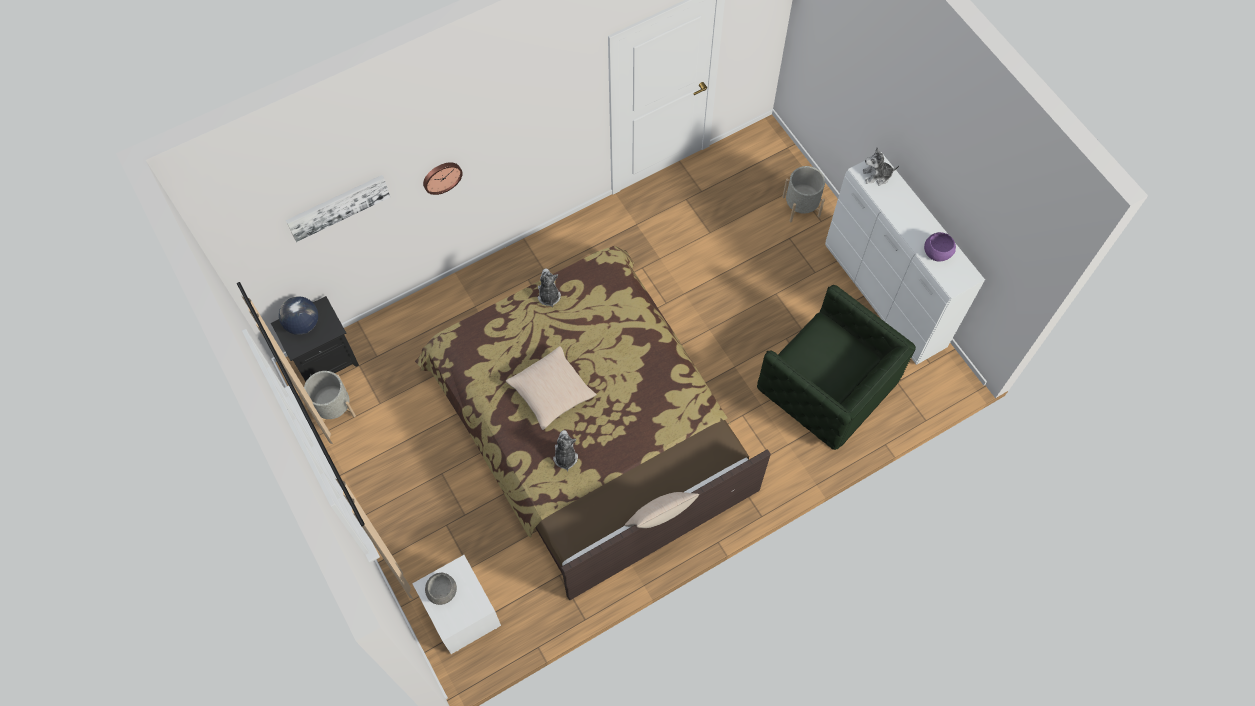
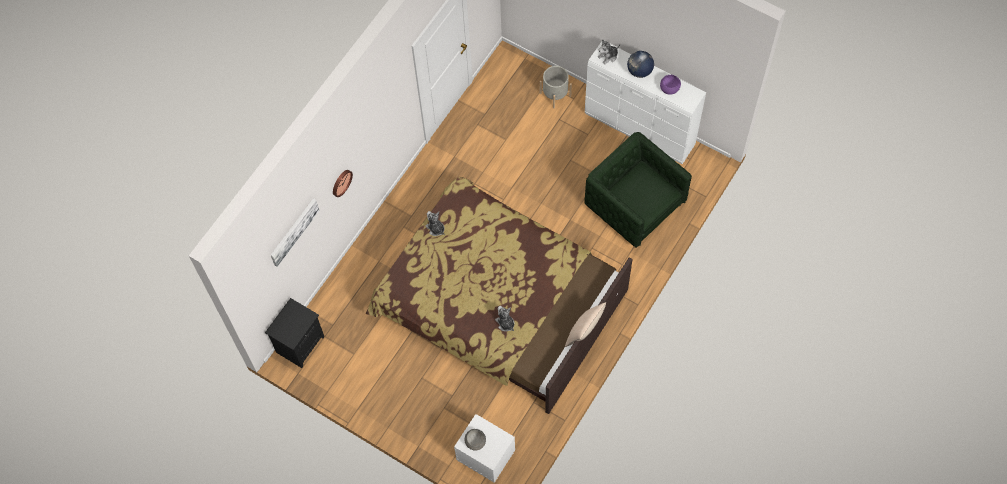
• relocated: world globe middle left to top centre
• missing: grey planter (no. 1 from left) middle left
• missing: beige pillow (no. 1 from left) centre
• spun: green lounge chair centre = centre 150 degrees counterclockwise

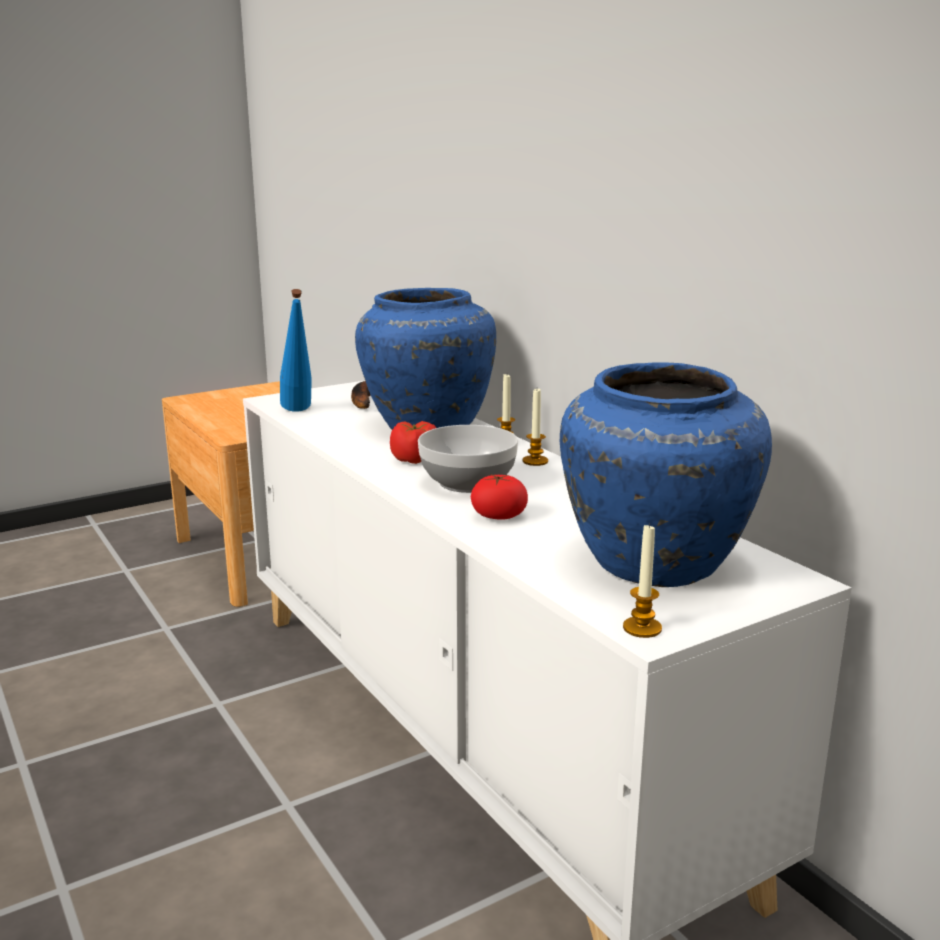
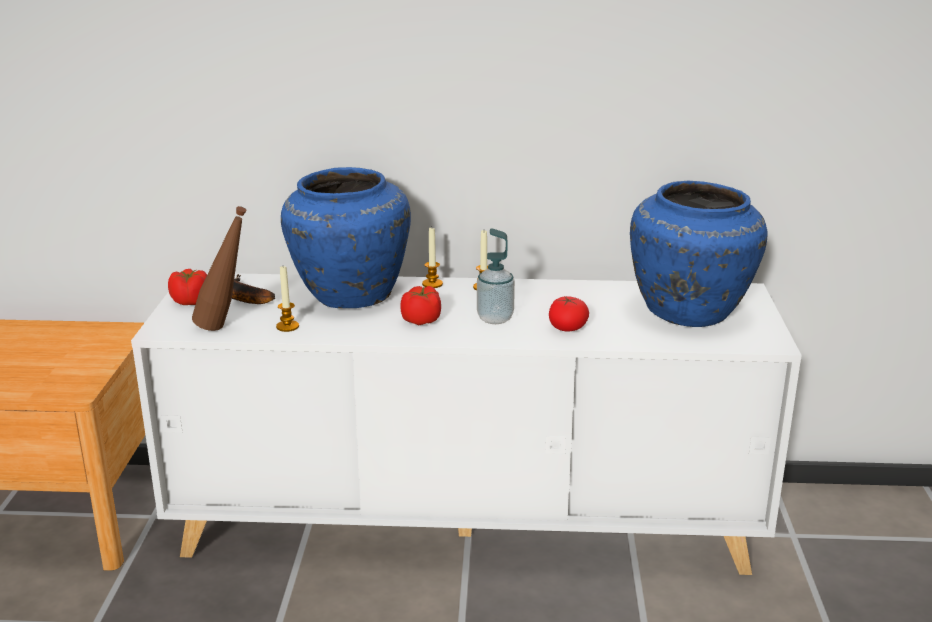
• colour: blue-coloured bottle middle left to brownish bottle middle left
• exchanged: serving bowl centre to soap bottle centre
• relocated: candle (no. 3 from left in the first image) middle right to candle (no. 1 from left) middle left
• appeared: fresh tomato (no. 1 from left) middle left

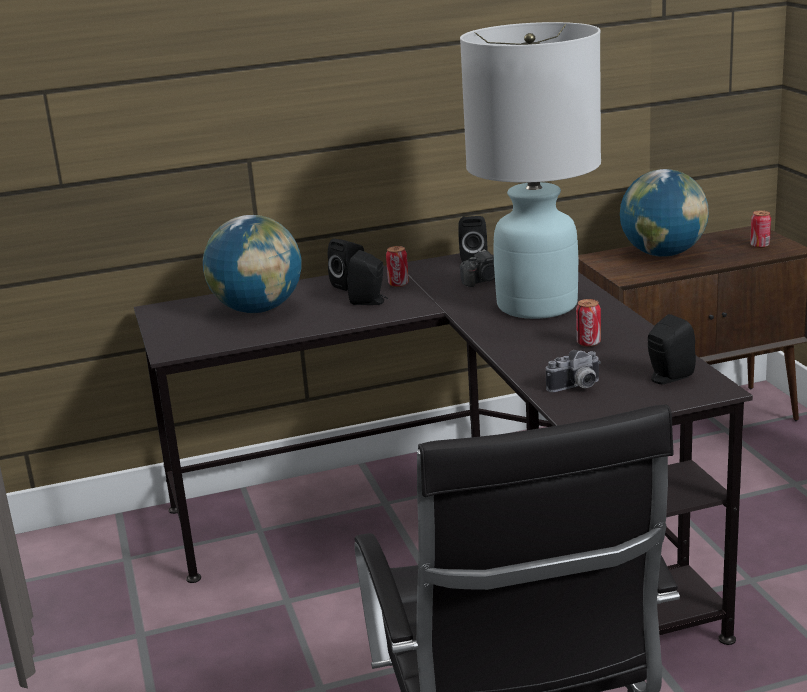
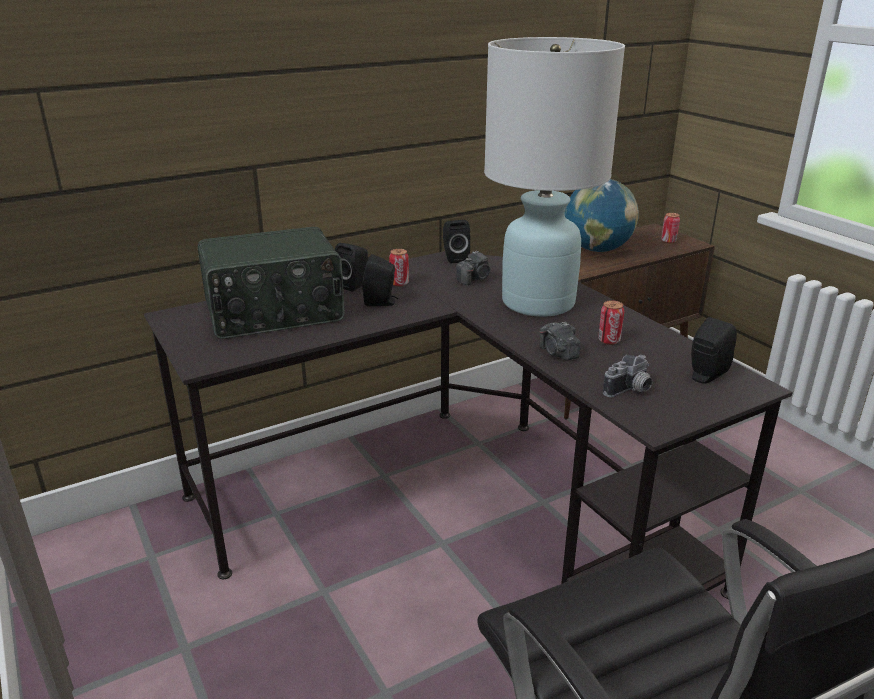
• exchanged: world globe (no. 1 from left) middle left to radio middle left
• appeared: still camera (no. 2 from left) centre

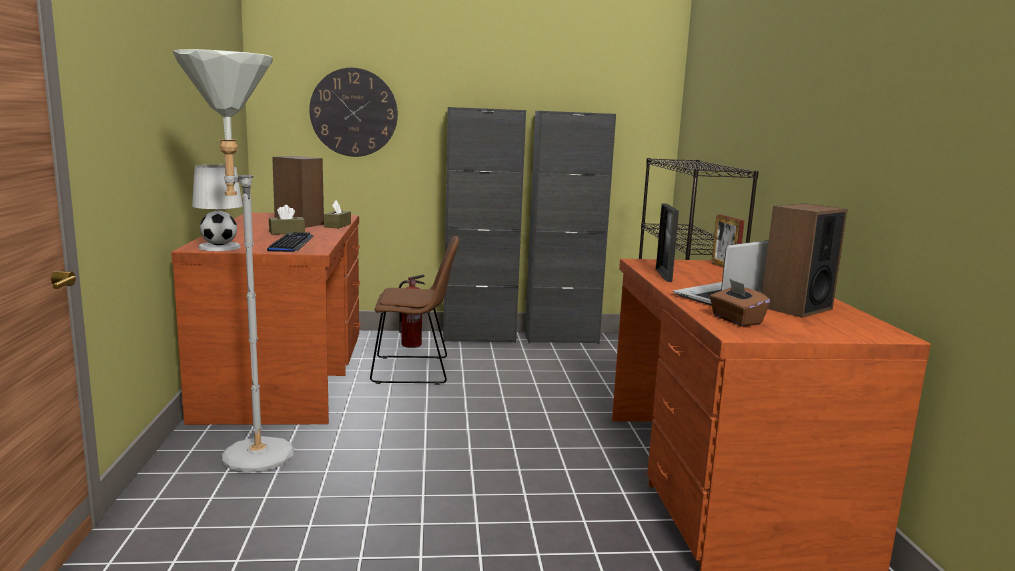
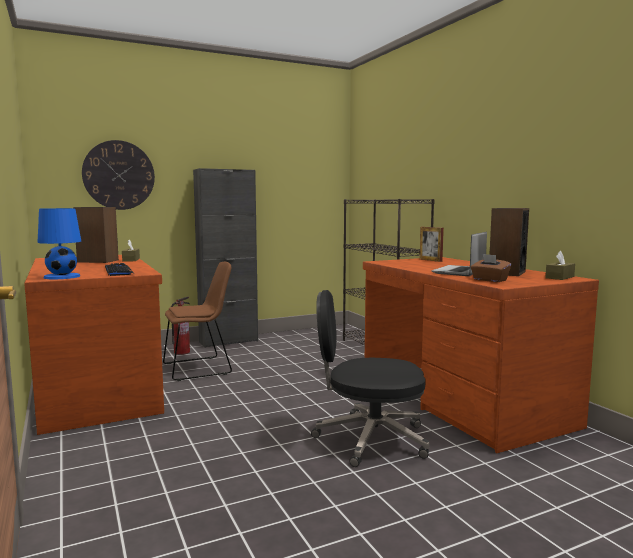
• missing: grey standard lamp middle left
• colour: white-coloured lamp for a table middle left to blue-coloured lamp for a table middle left
• relocated: brownish tissue box (no. 1 from left in the first image) middle left to brownish tissue box (no. 3 from left) middle right
• missing: black-coloured storage cabinet (no. 2 from left) centre
• missing: photo frame (no. 1 from left) centre
• appeared: black-coloured computer chair bottom centre

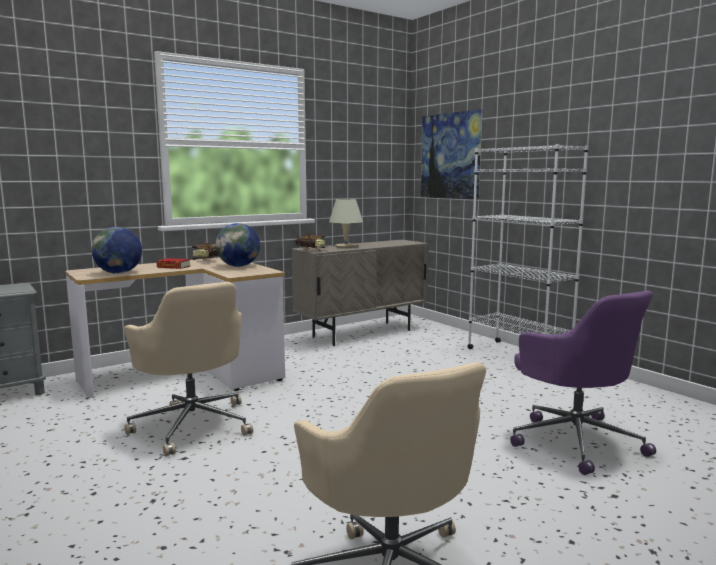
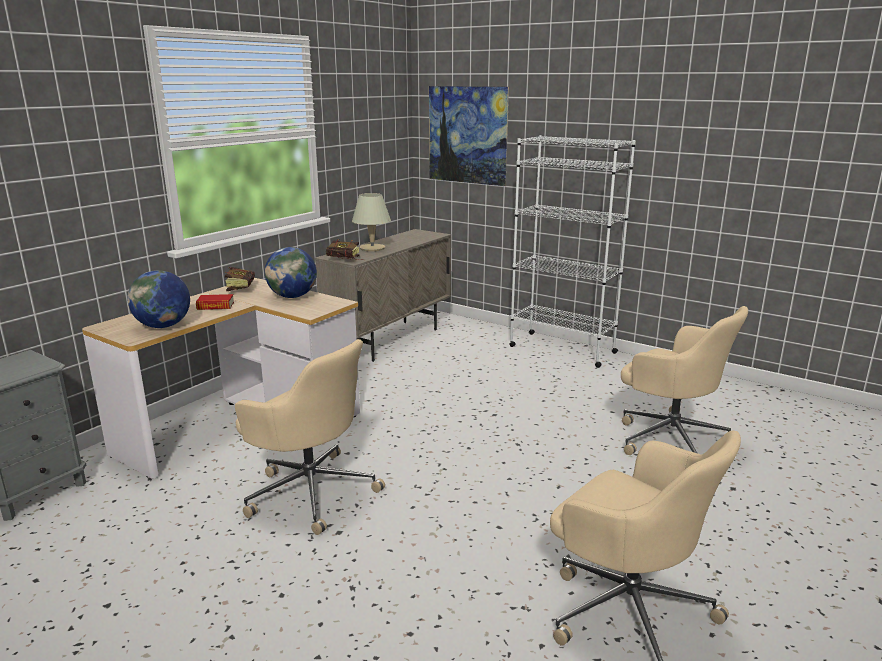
• colour: purple computer chair bottom right to beige computer chair (no. 3 from left) middle right

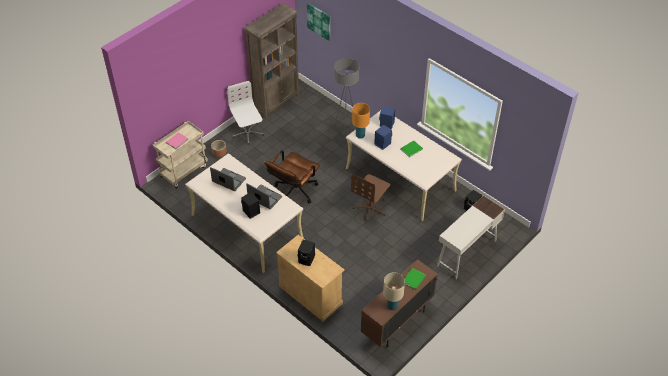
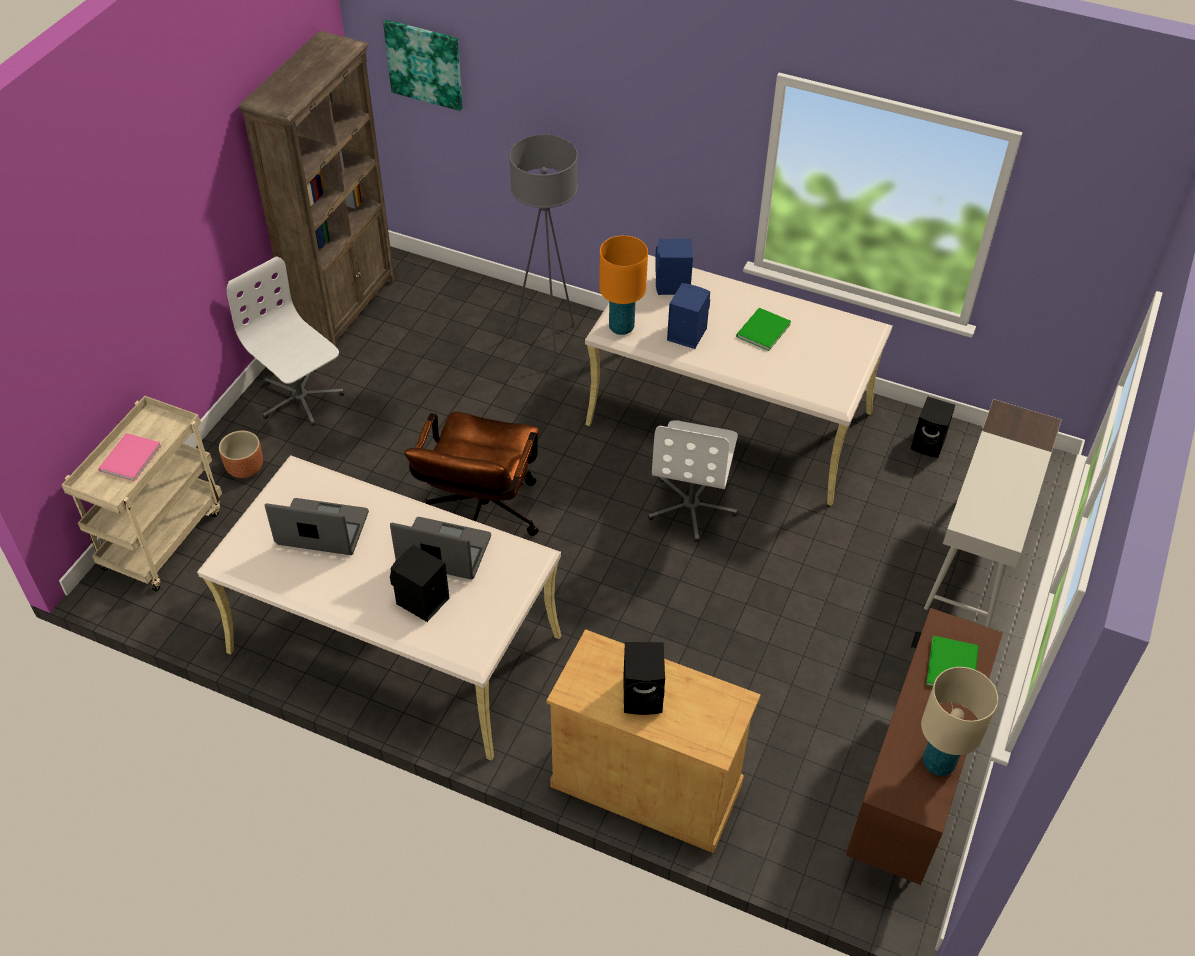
• colour: brownish computer chair (no. 2 from left) centre to white-coloured computer chair (no. 2 from left) centre

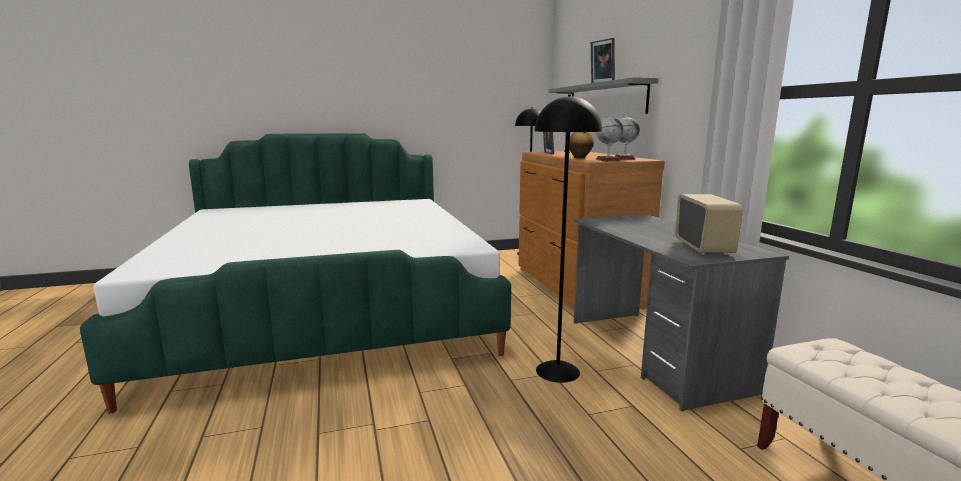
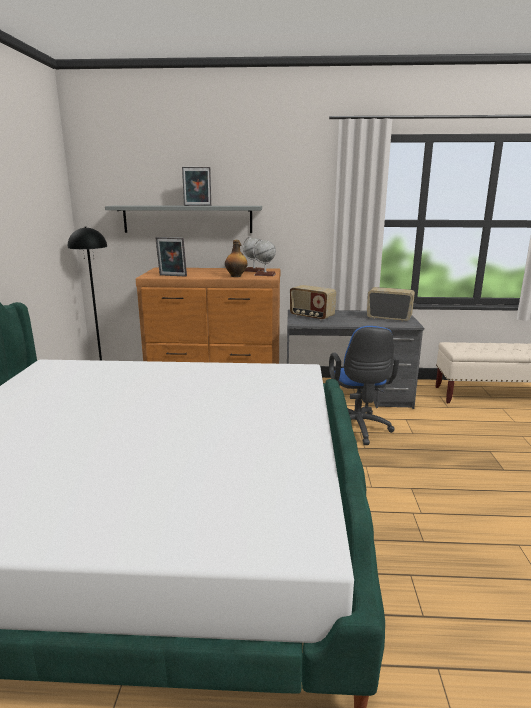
• exchanged: black-coloured standard lamp (no. 2 from left) centre to blue-coloured computer chair middle right
• appeared: radio (no. 1 from left) centre

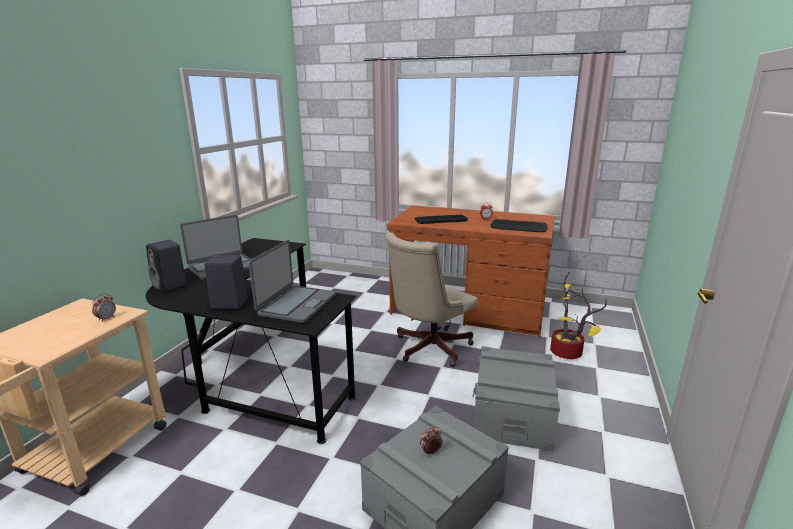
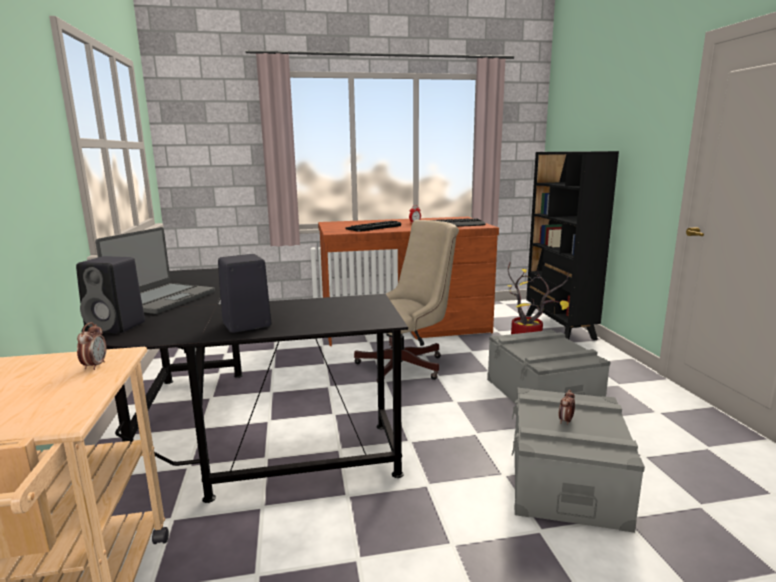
• missing: laptop (no. 2 from left) centre
• spun: beige computer chair centre = centre 135 degrees counterclockwise
• appeared: black-coloured bookcase middle right

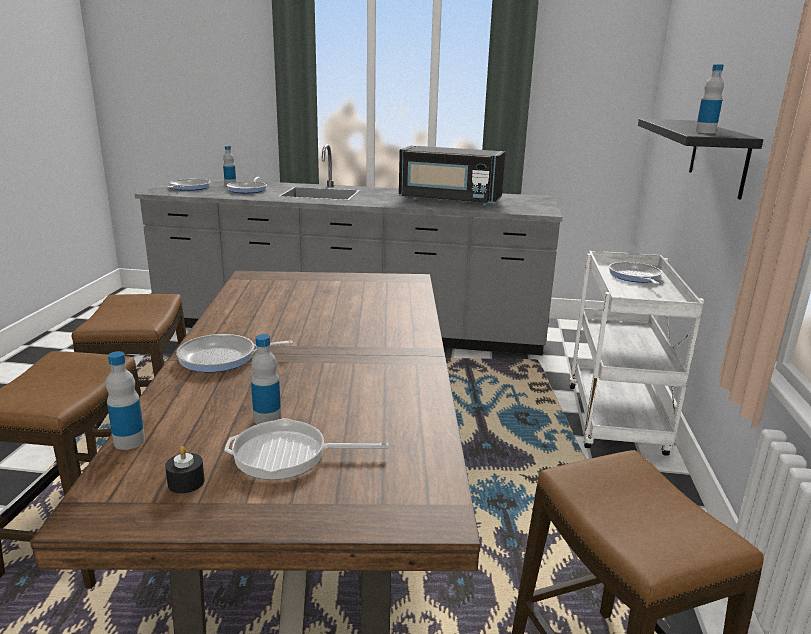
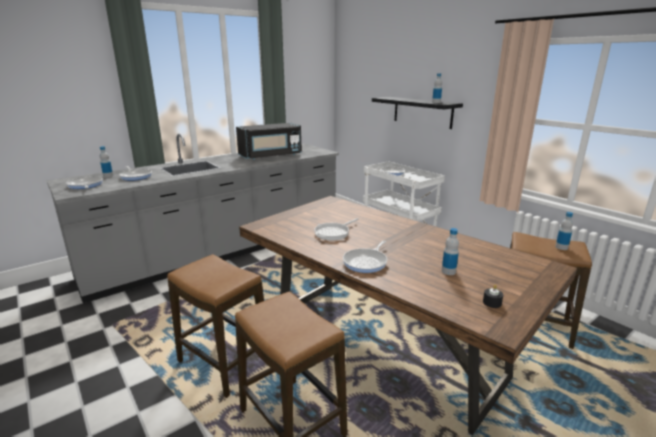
• relocated: bottle (no. 1 from left in the first image) middle left to bottle (no. 4 from left) middle right
• relocated: pan (no. 4 from left in the first image) bottom centre to pan (no. 3 from left) centre

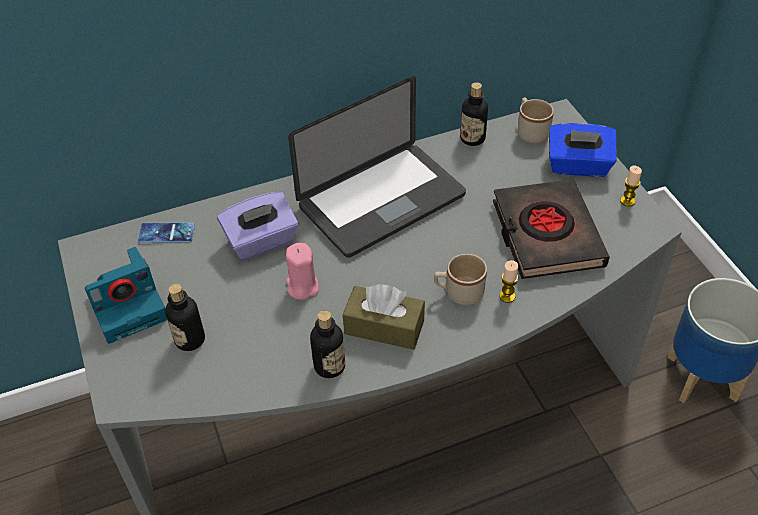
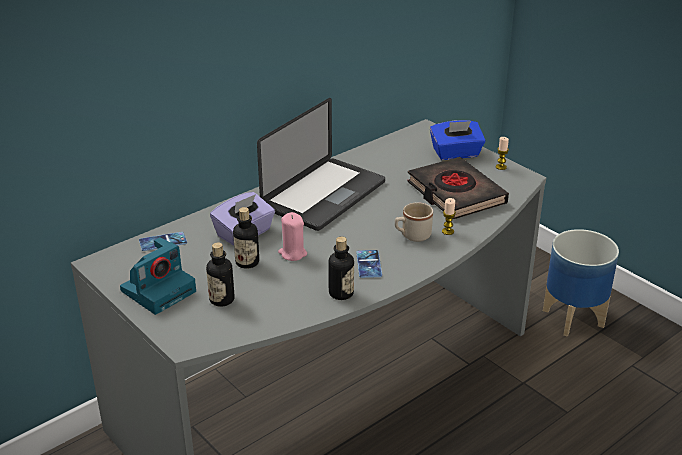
• exchanged: brownish tissue box centre to phone (no. 2 from left) centre
• relocated: bottle (no. 3 from left in the first image) top centre to bottle (no. 2 from left) centre
• missing: beige mug (no. 2 from left) top right

